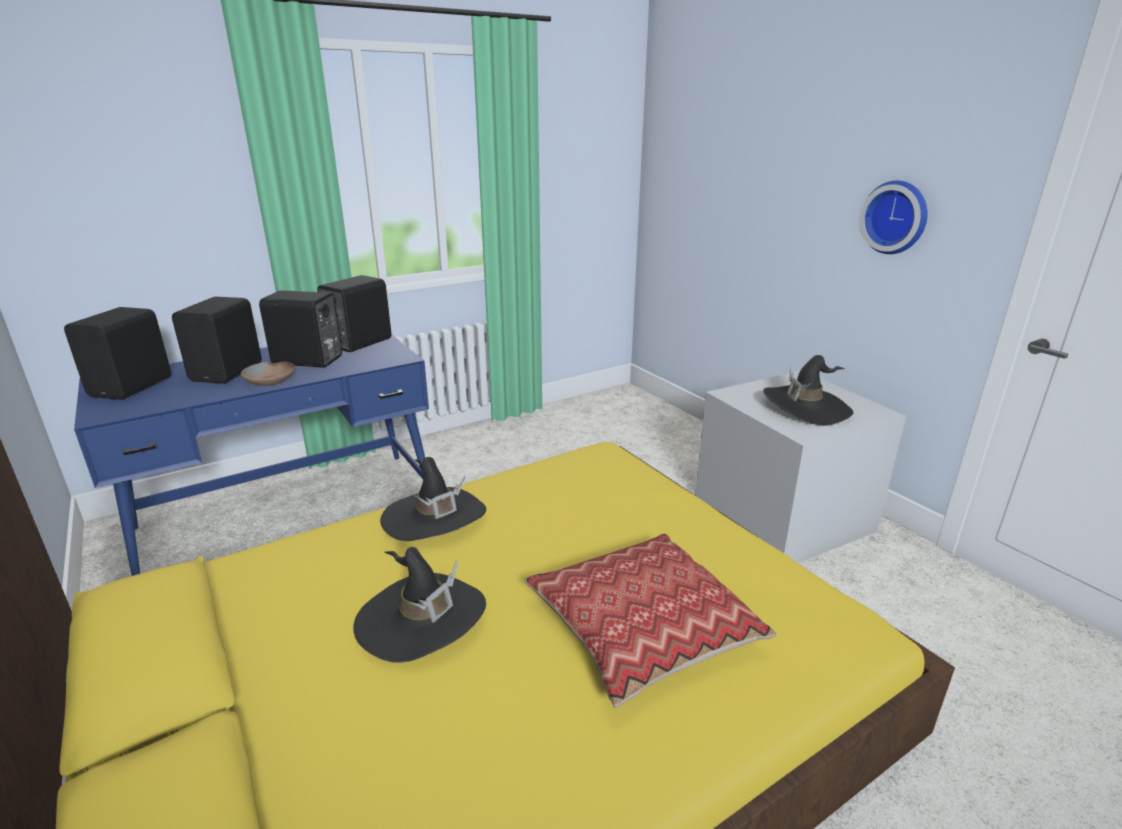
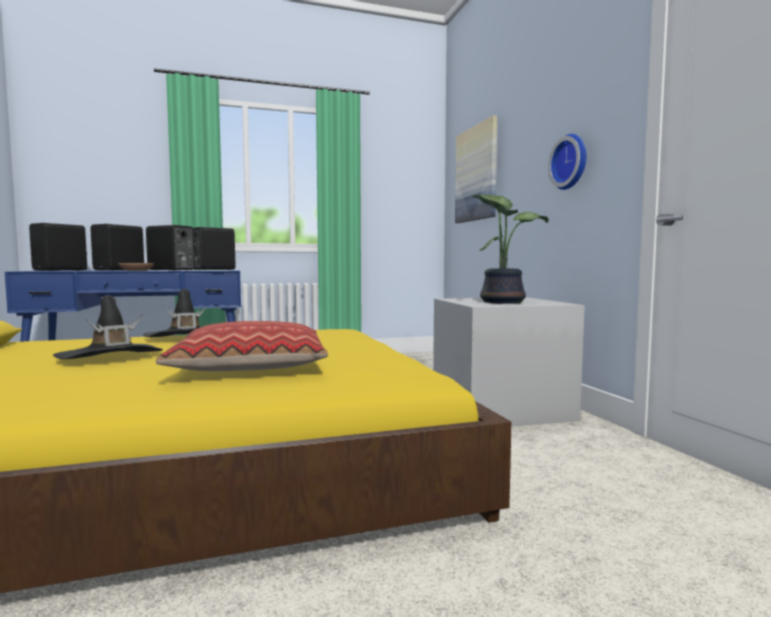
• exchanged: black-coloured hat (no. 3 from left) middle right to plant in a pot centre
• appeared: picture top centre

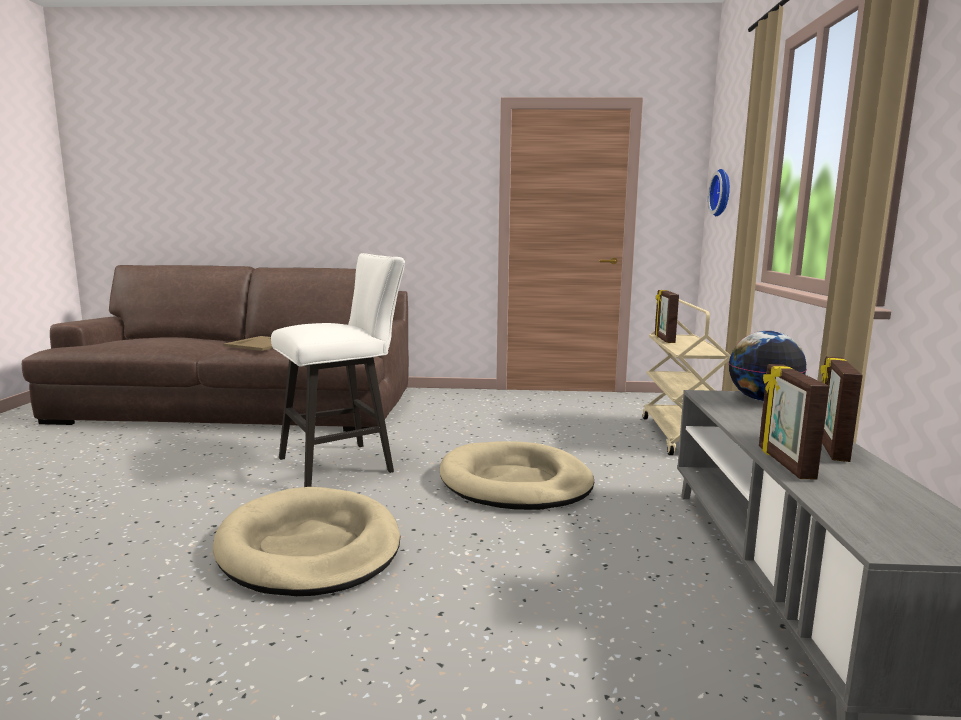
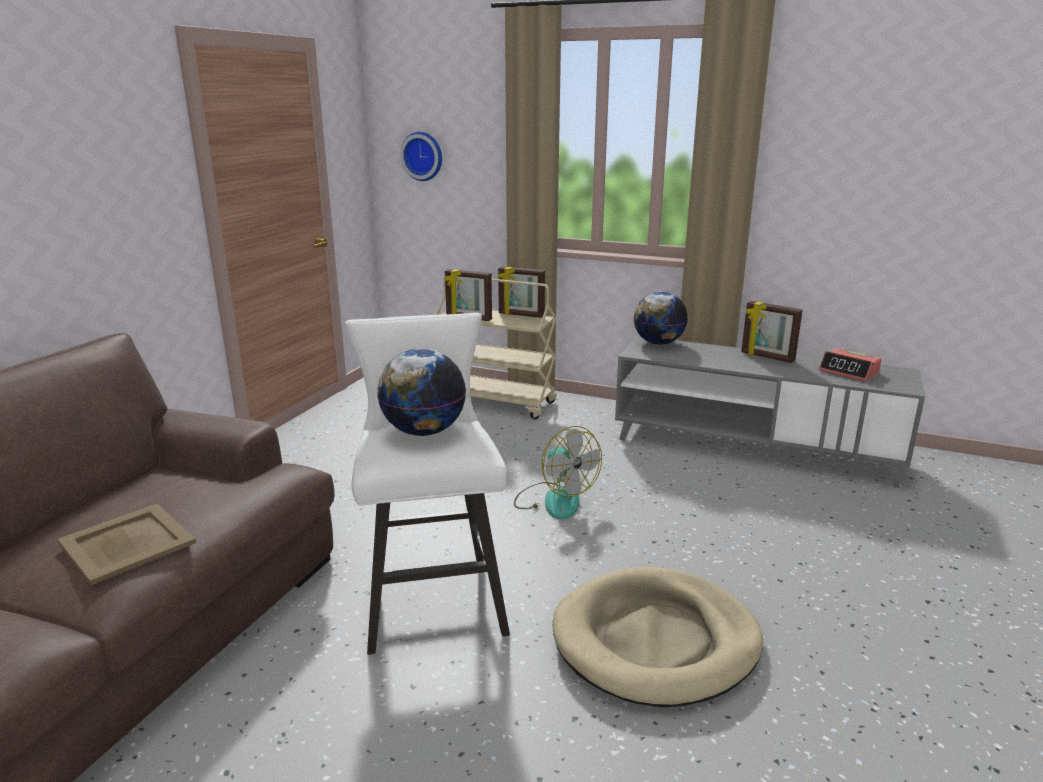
• exchanged: beige dog cushion (no. 2 from left) centre to fan centre
• relocated: photo frame (no. 2 from left) middle right to centre
• appeared: world globe (no. 1 from left) centre
• appeared: alarm clock middle right

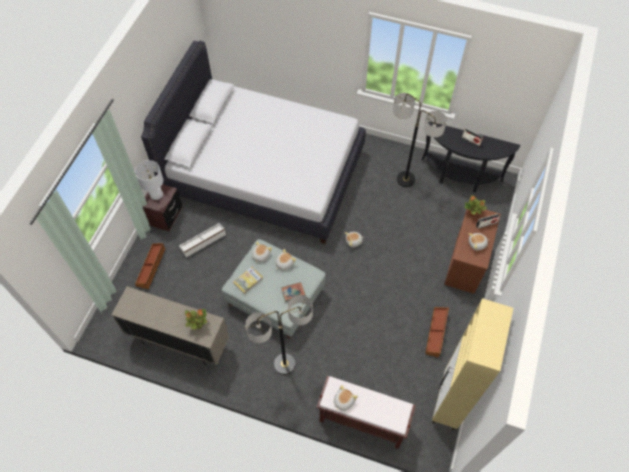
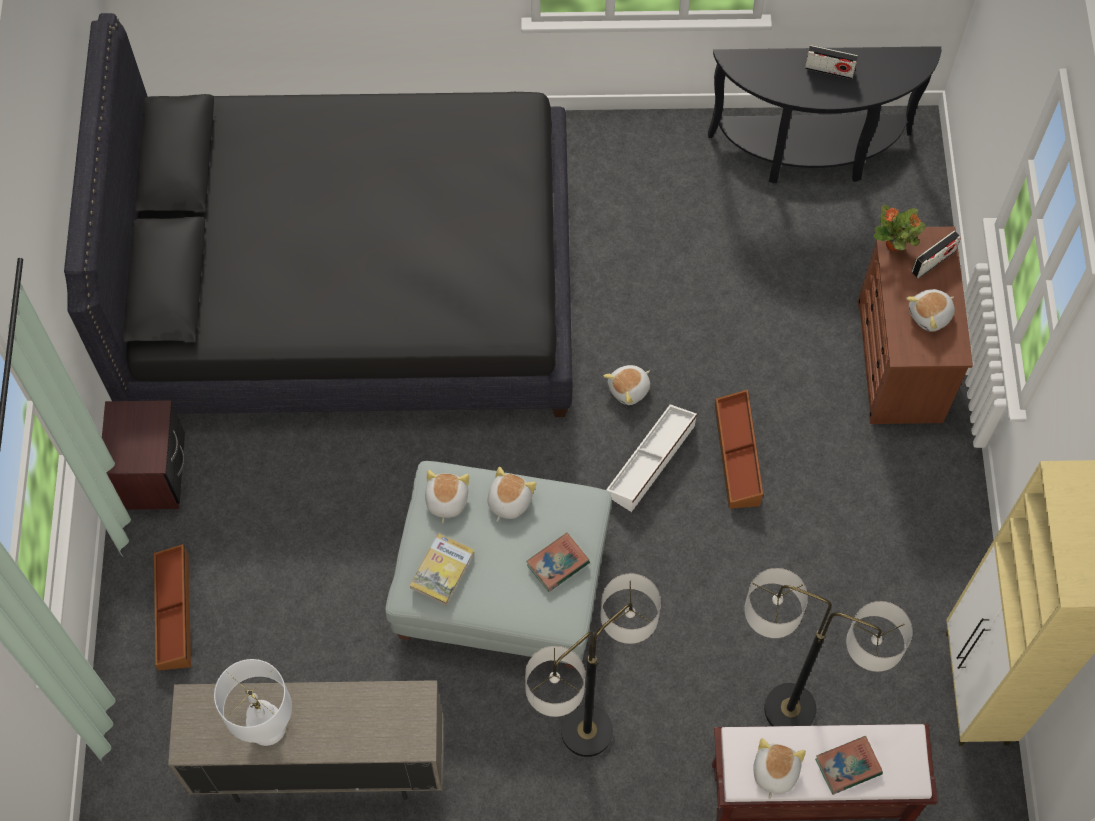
• relocated: white-coloured lamp for a table middle left to bottom left
• colour: white-coloured bedroom bed top centre to black-coloured bedroom bed top left
• relocated: white-coloured storage bin middle left to centre
• missing: plant in a pot (no. 1 from left) bottom left
• relocated: standard lamp (no. 2 from left) top right to bottom right
• relocated: brownish storage bin (no. 2 from left) bottom right to middle right
• appeared: book (no. 3 from left) bottom right

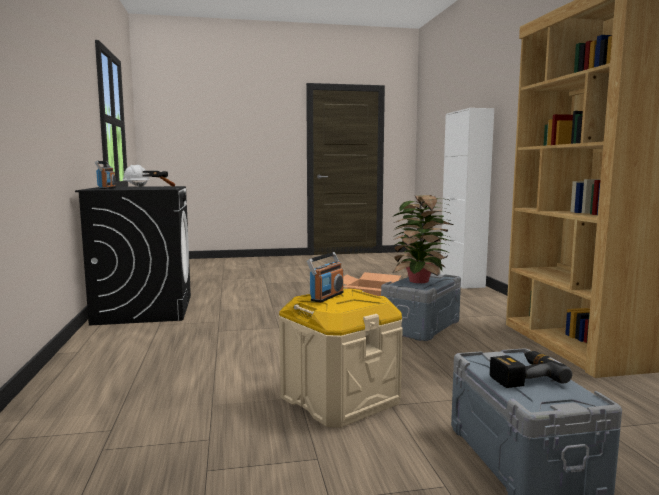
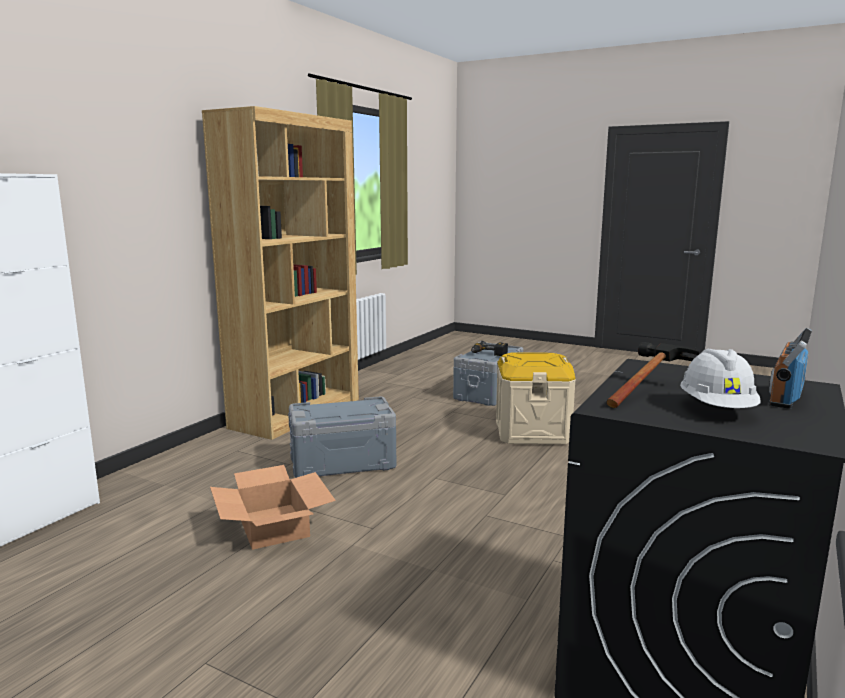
• missing: radio (no. 2 from left) centre
• missing: plant in a pot centre

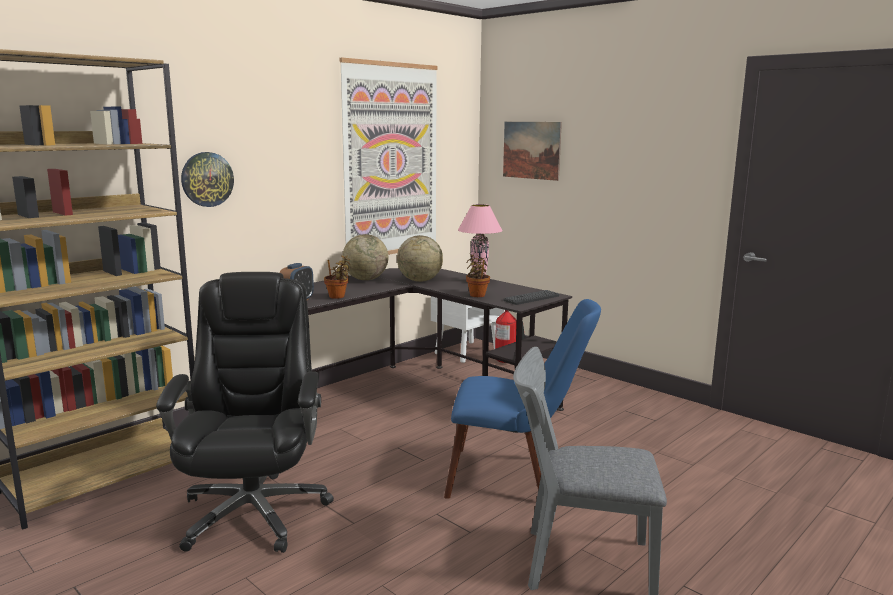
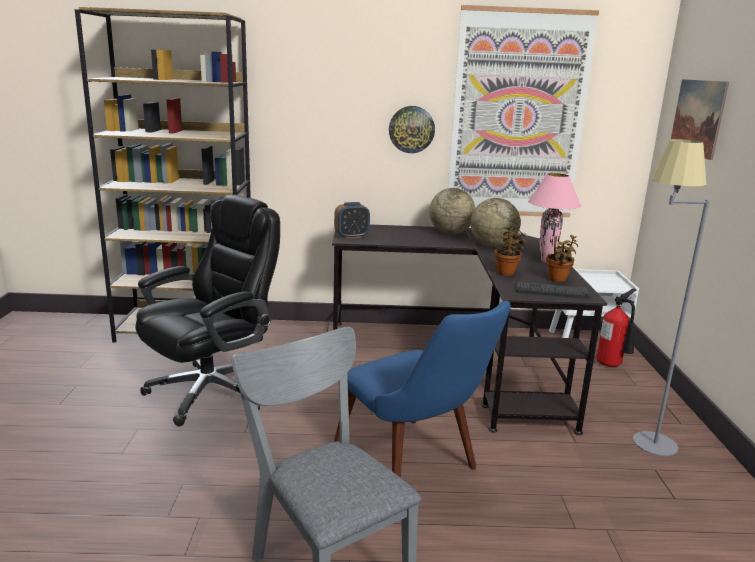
• relocated: clock on the wall top left to top centre
• relocated: plant in a pot (no. 1 from left in the first image) centre to plant in a pot (no. 2 from left) middle right
• appeared: grey standard lamp middle right

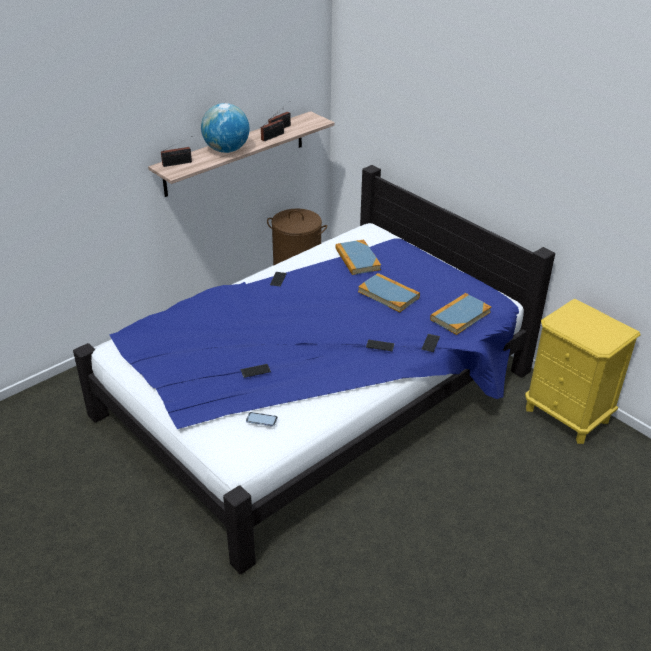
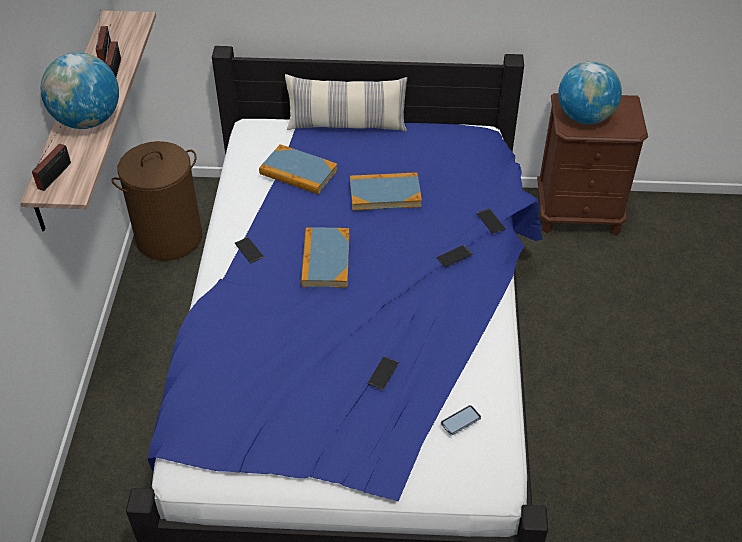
• relocated: book (no. 3 from left in the first image) middle right to book (no. 2 from left) centre
• colour: yellow-coloured night table middle right to brownish night table top right
• appeared: pillow top centre
• appeared: world globe (no. 2 from left) top right

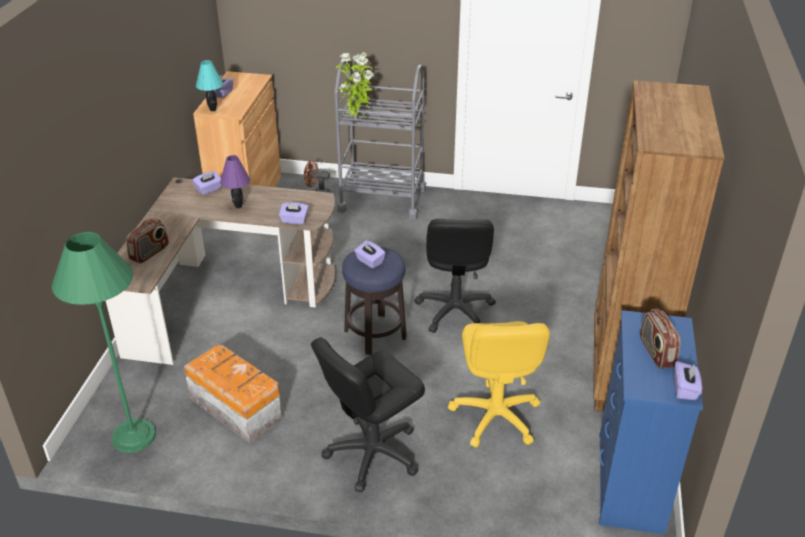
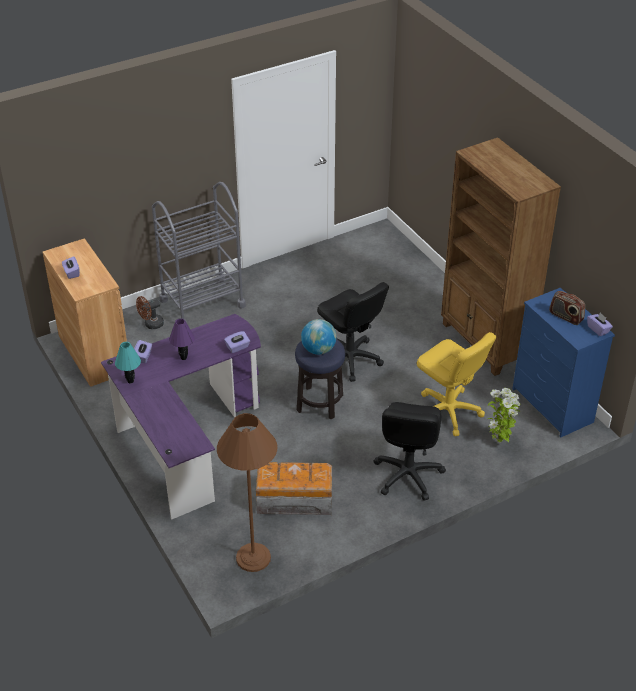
• colour: green standard lamp middle left to brownish standard lamp bottom centre
• colour: brownish desk unit middle left to purple desk unit middle left
• missing: radio (no. 1 from left) middle left
• relocated: blue-green lamp for a table top left to middle left
• relocated: plant in a pot top centre to middle right
• exchanged: purple tissue box (no. 4 from left) centre to world globe centre

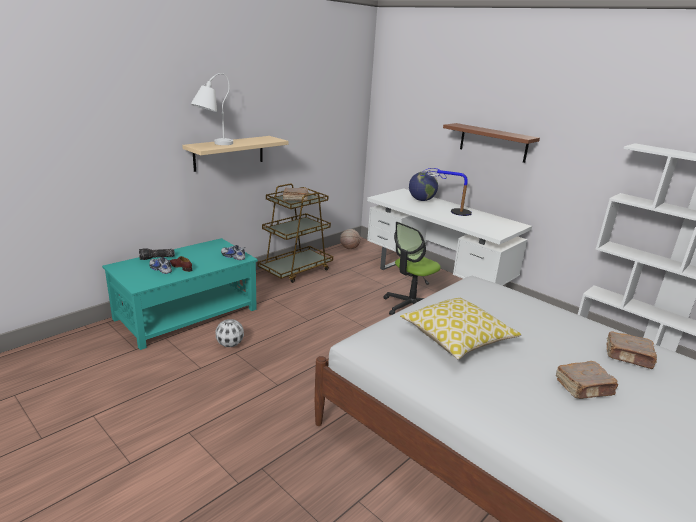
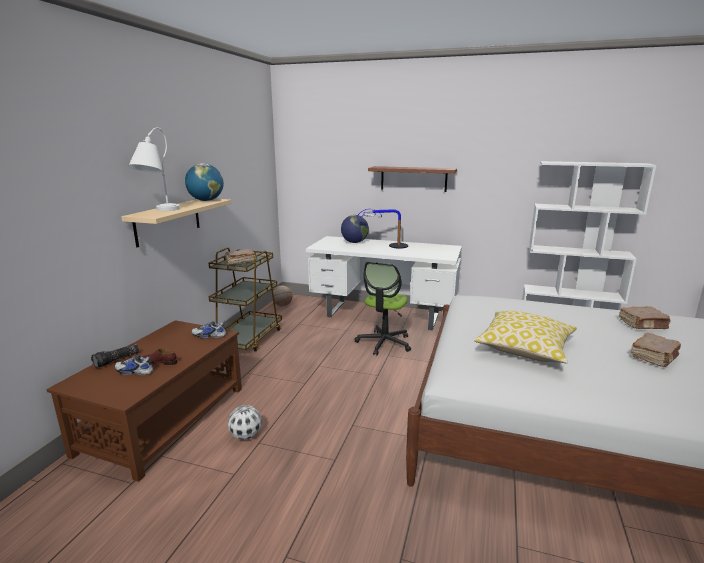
• colour: blue-green coffee table middle left to brownish coffee table bottom left
• appeared: world globe (no. 1 from left) top left

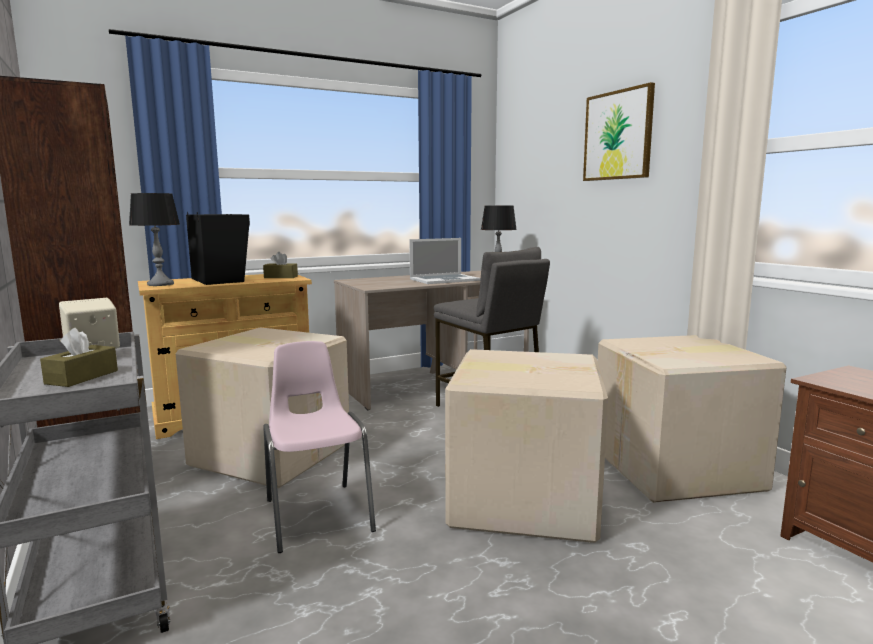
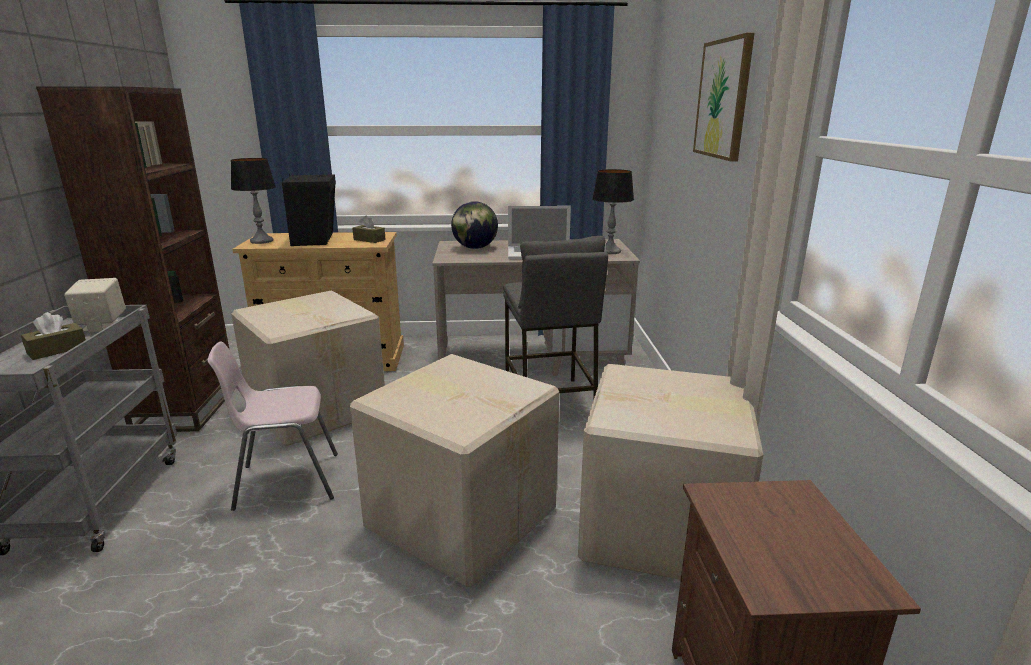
• spun: pink-coloured plain chair bottom centre = middle left 105 degrees counterclockwise
• appeared: world globe centre

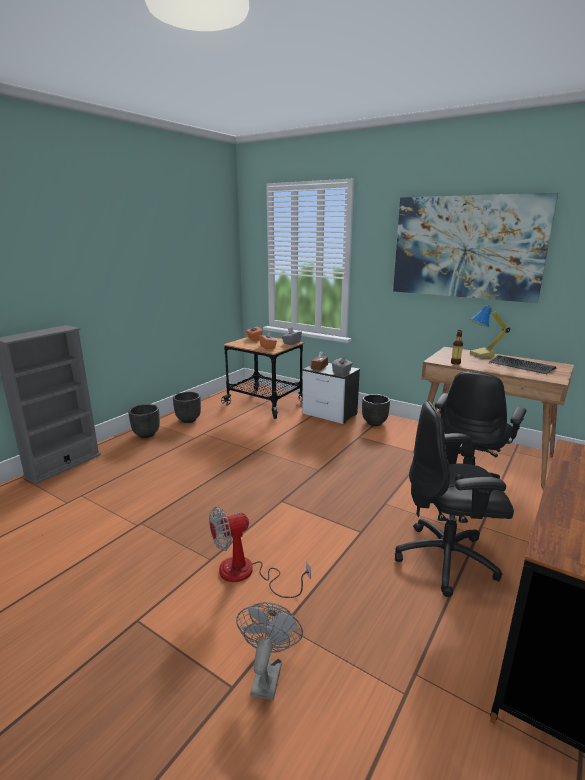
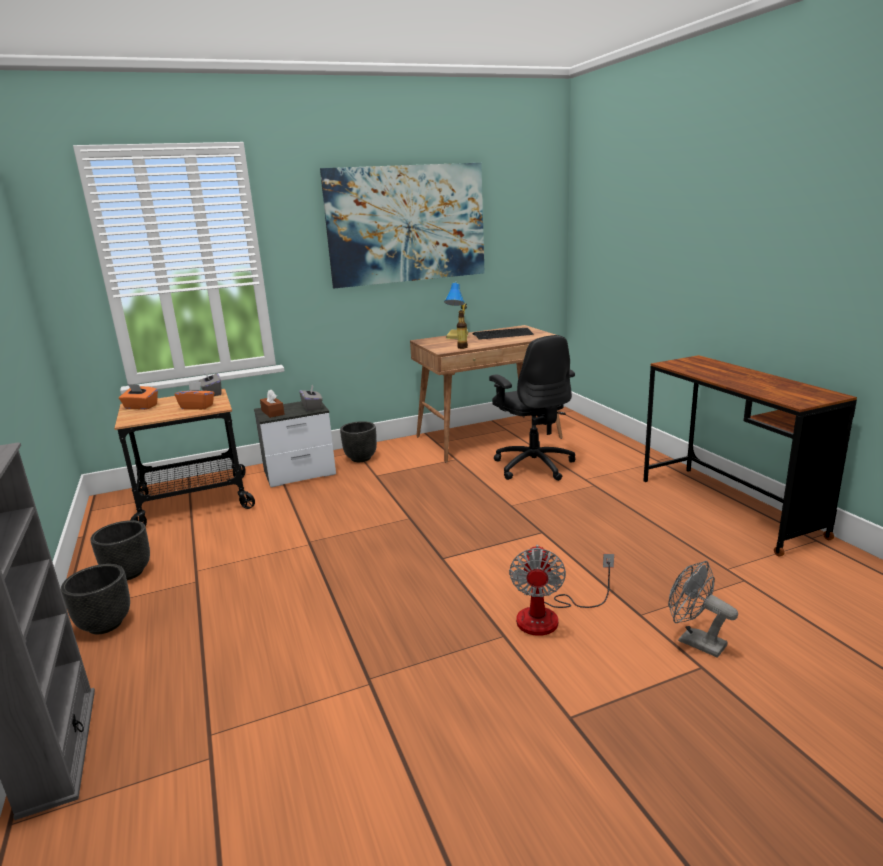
• missing: black-coloured computer chair (no. 1 from left) middle right

